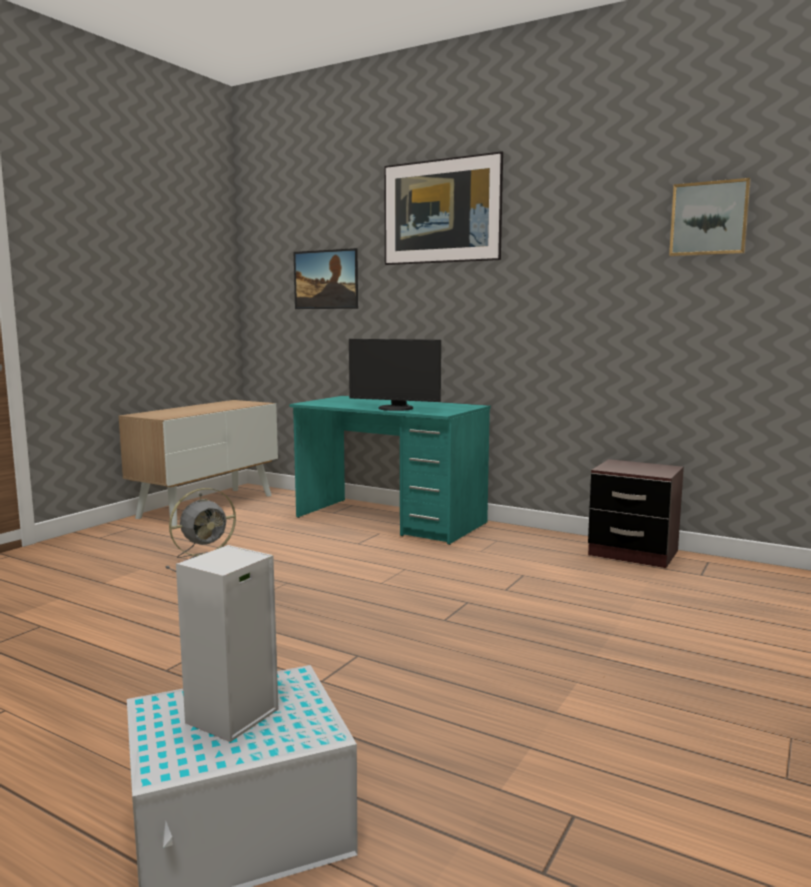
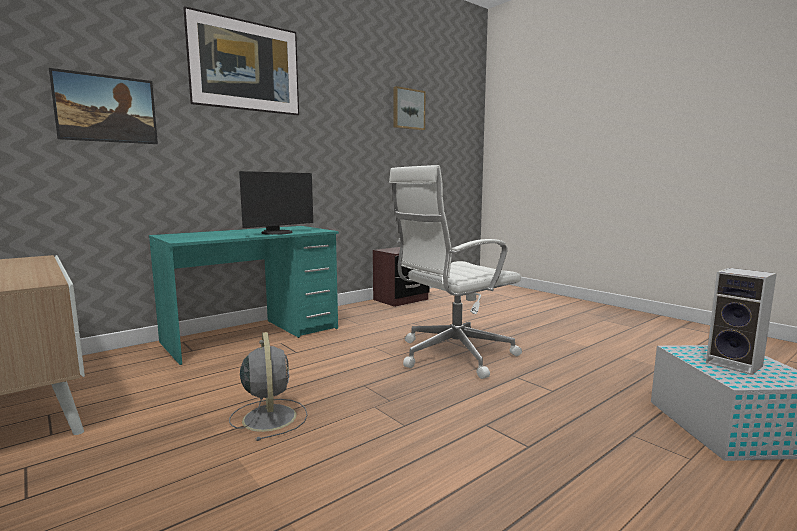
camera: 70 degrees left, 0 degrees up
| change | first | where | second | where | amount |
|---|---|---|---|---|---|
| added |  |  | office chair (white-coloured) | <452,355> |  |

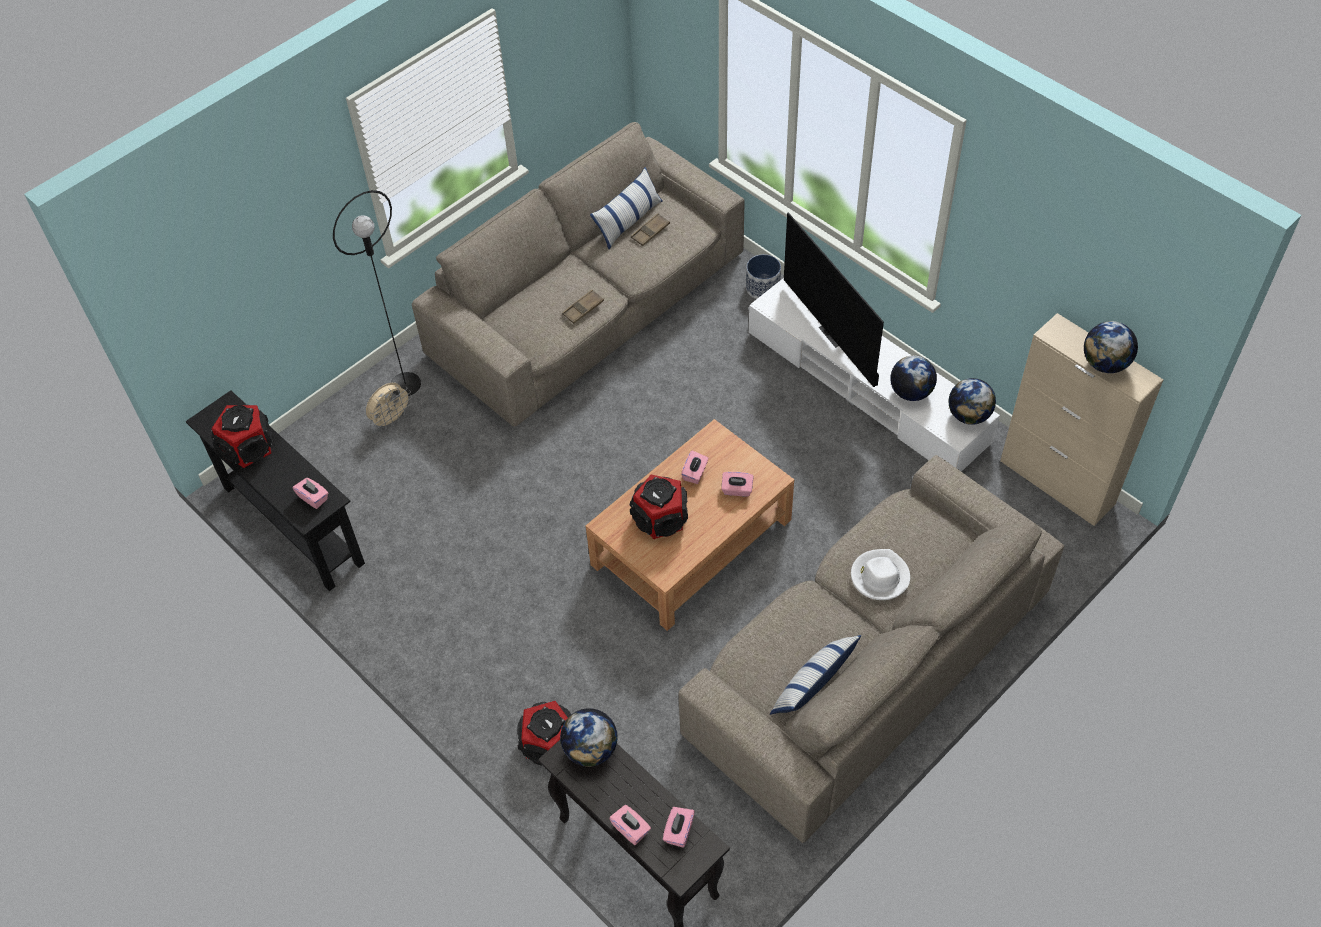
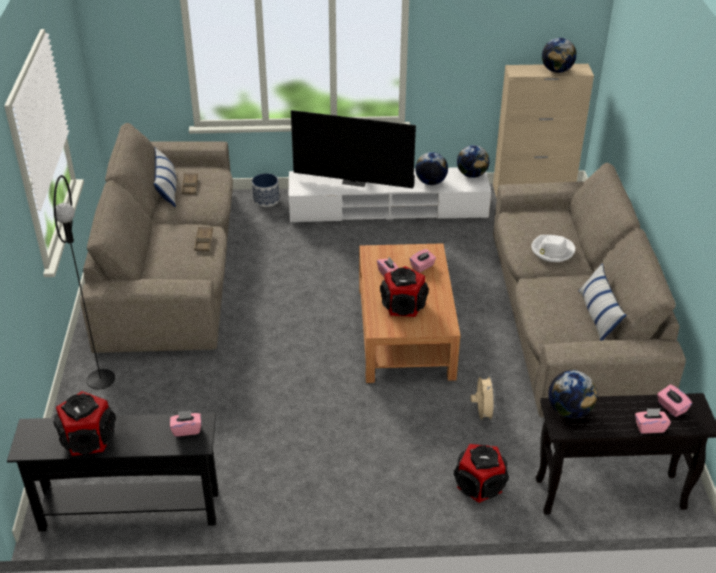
camera: 50 degrees left, 15 degrees down
| change | first | where | second | where | amount |
|---|---|---|---|---|---|
| moved | fan (sand-coloured) | <391,419> |  | <482,414> |  |

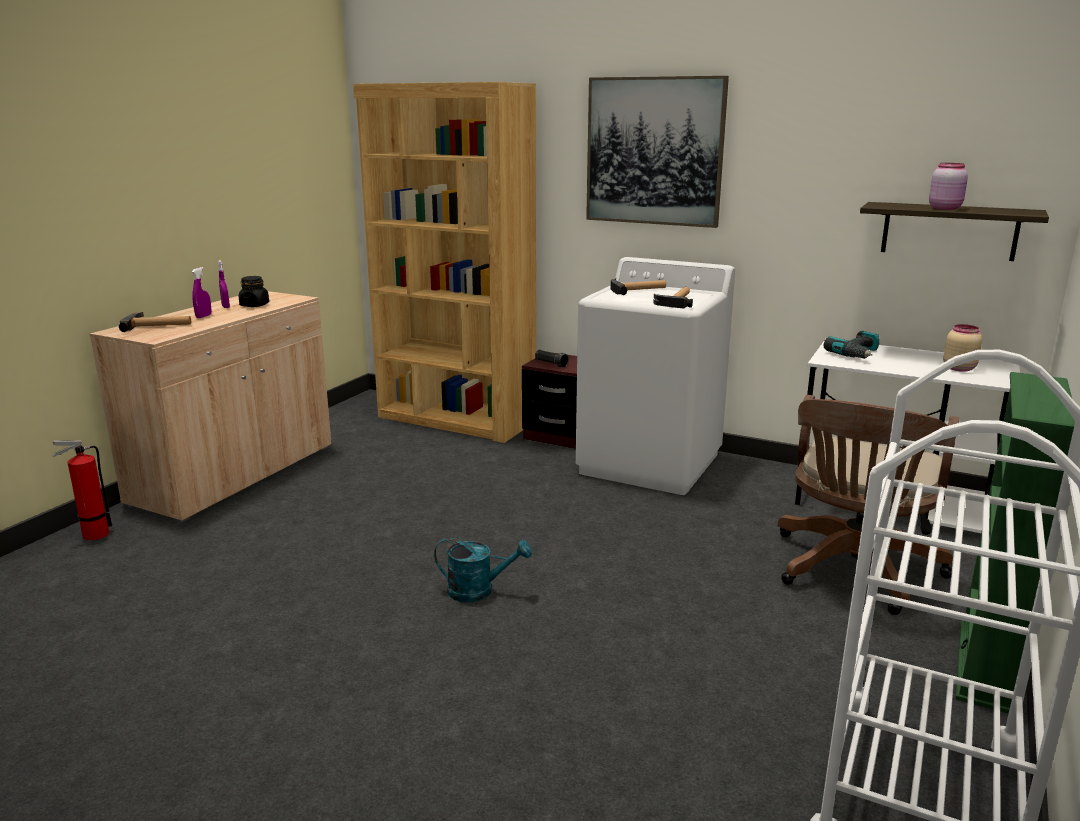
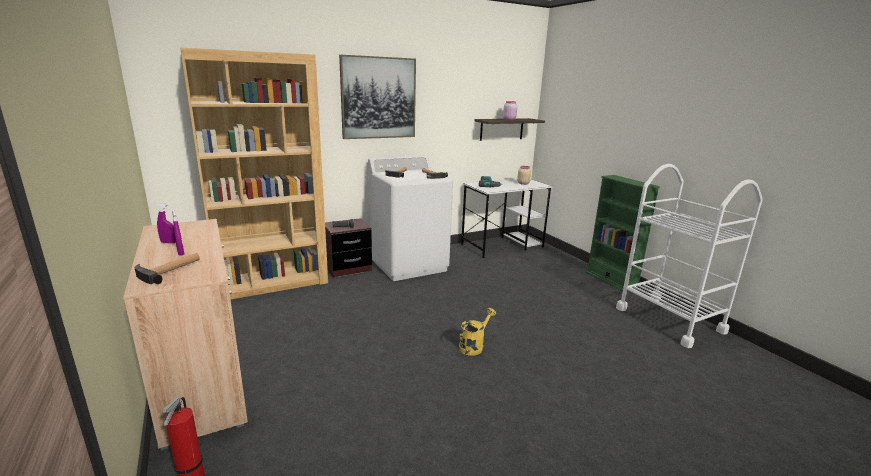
camera: 55 degrees left, 0 degrees up
| change | first | where | second | where | amount |
|---|---|---|---|---|---|
| removed | jar (blackish) | <254,305> |  |  |  |
| removed | office chair (brown-coloured) | <853,571> |  |  |  |
| recoloured | sprinkling can (turquoise-coloured) | <479,591> | sprinkling can (yellow) | <474,346> |  |

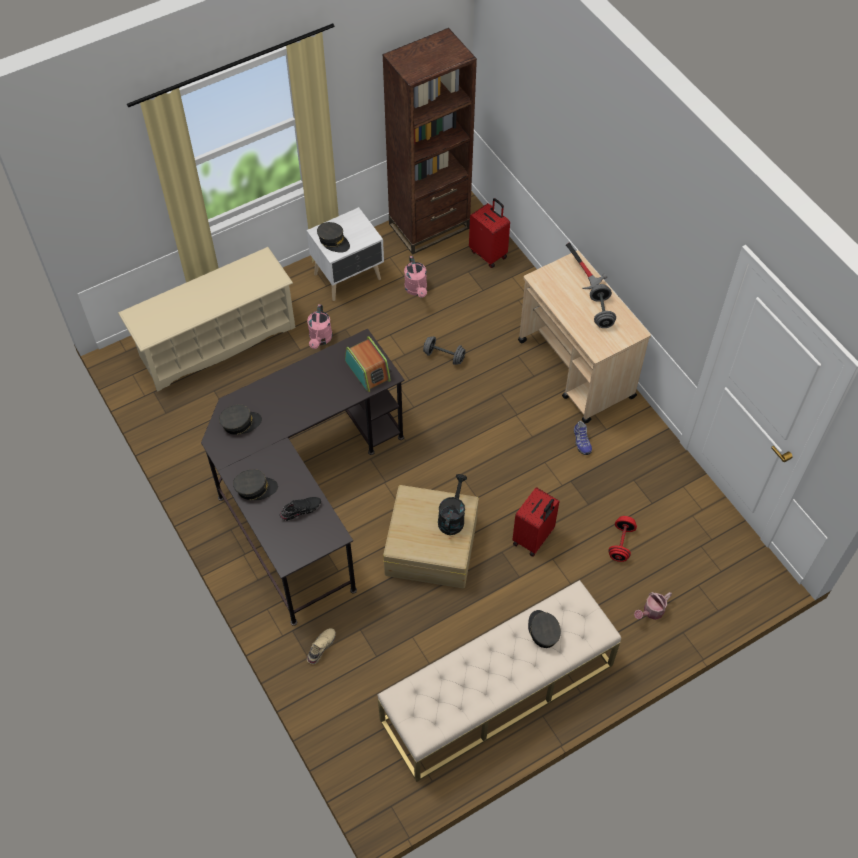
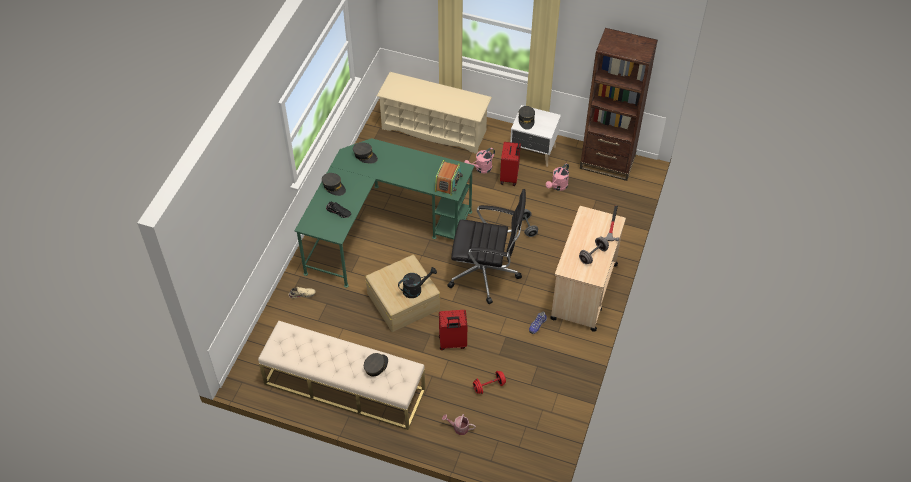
camera: 50 degrees right, 5 degrees down
| change | first | where | second | where | amount |
|---|---|---|---|---|---|
| added |  |  | office chair (blackish) | <486,273> |  |
| moved | suitcase (red-coloured) | <489,253> |  | <510,177> |  |
| recoloured | desk unit (blackish) | <304,494> | desk unit (green-coloured) | <381,227> |  |

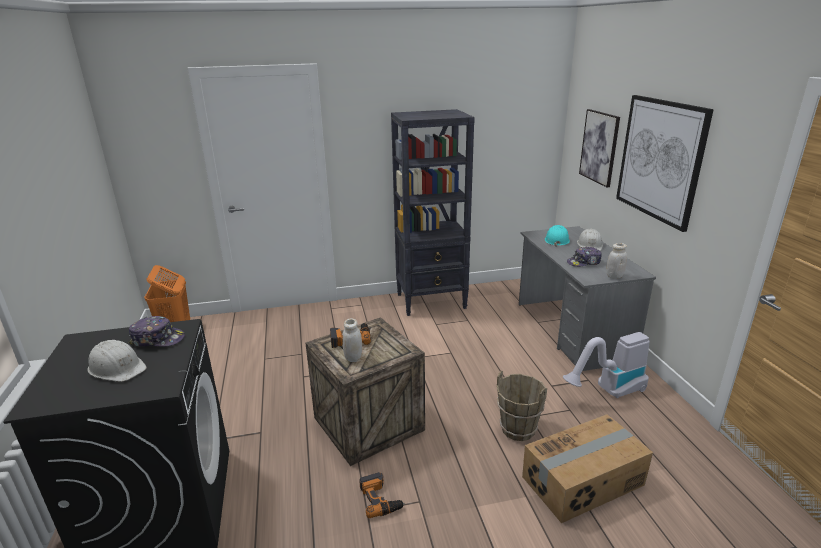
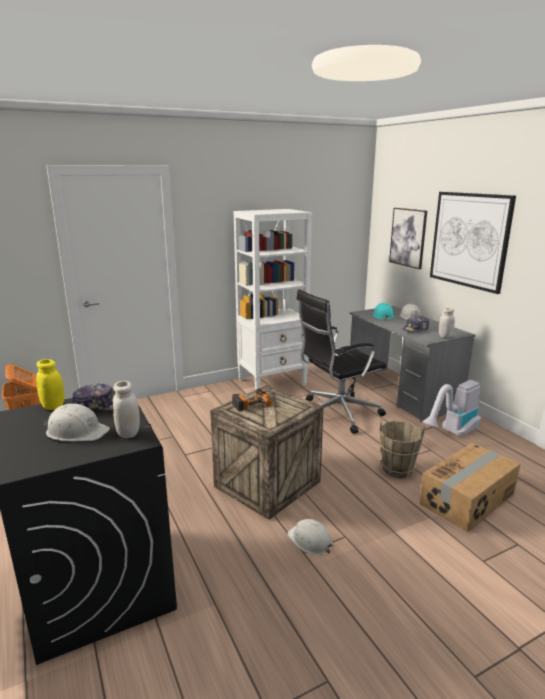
camera: 15 degrees left, 5 degrees down
| change | first | where | second | where | amount |
|---|---|---|---|---|---|
| added |  |  | jar (yellow) | <53,406> |  |
| added |  |  | office chair (blackish) | <337,413> |  |
| moved | jar (white-coloured) | <353,358> |  | <128,433> |  |
| replaced | electric drill | <380,499> | safety helmet (white-coloured) | <310,540> |  |
| recoloured | bookshelf (blackish) | <432,301> | bookshelf (white-coloured) | <273,382> |  |

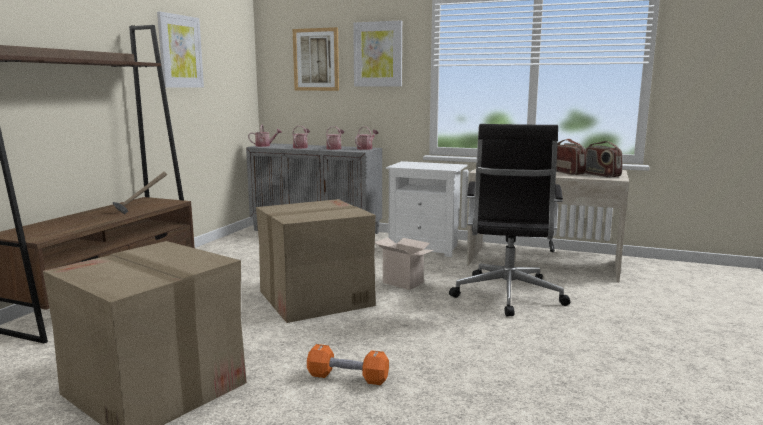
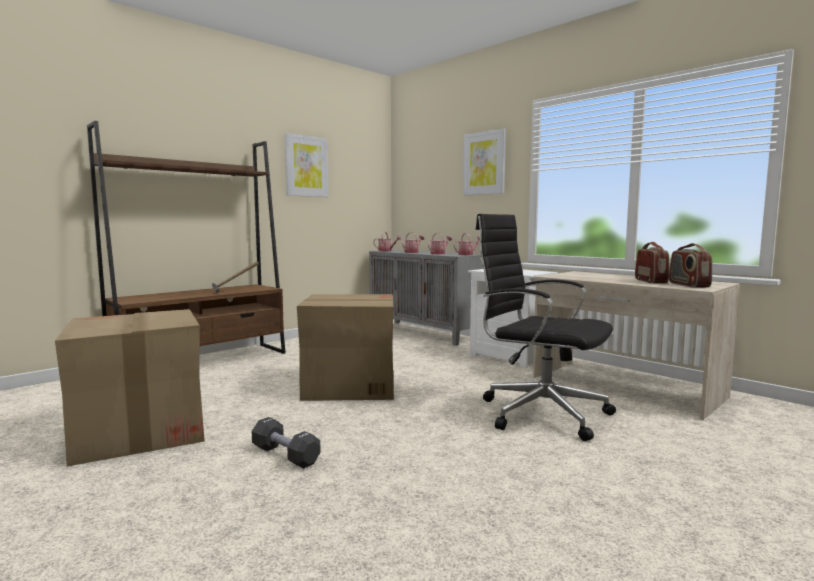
camera: 25 degrees right, 5 degrees down
| change | first | where | second | where | amount |
|---|---|---|---|---|---|
| removed | wall picture | <316,59> |  |  |  |
| removed | cardboard box | <404,283> |  |  |  |
| recoloured | dumbbell (orange-coloured) | <348,377> | dumbbell (blackish) | <285,455> |  |
| turned | office chair (blackish) | <507,296> |  | <540,412> | 90 degrees clockwise |

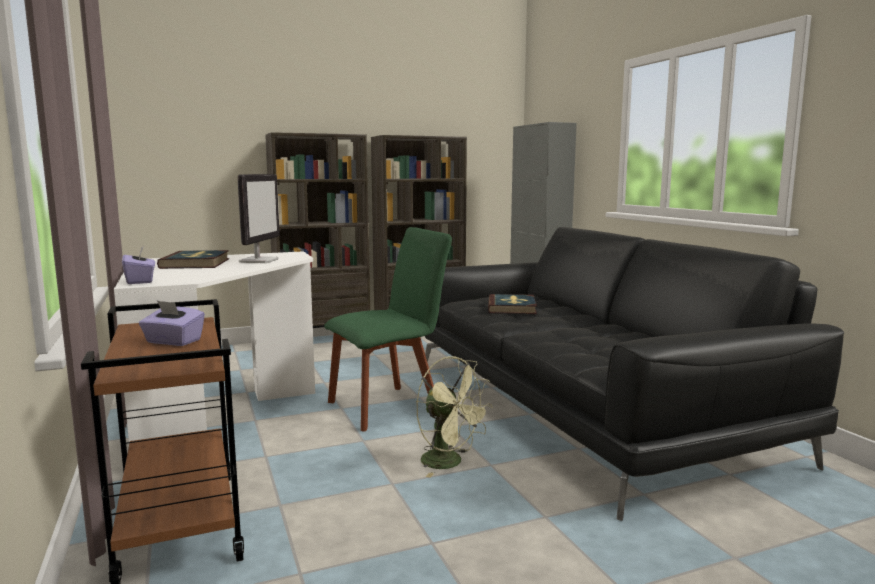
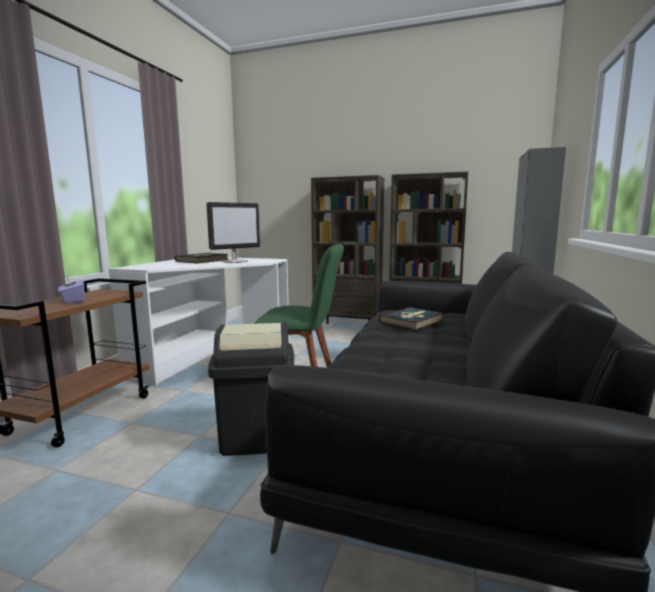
camera: 40 degrees right, 0 degrees up
| change | first | where | second | where | amount |
|---|---|---|---|---|---|
| removed | box of tissues (purple-coloured) | <140,281> |  |  |  |
| replaced | fan (green-coloured) | <450,463> | waste bin (blackish) | <257,436> |  |

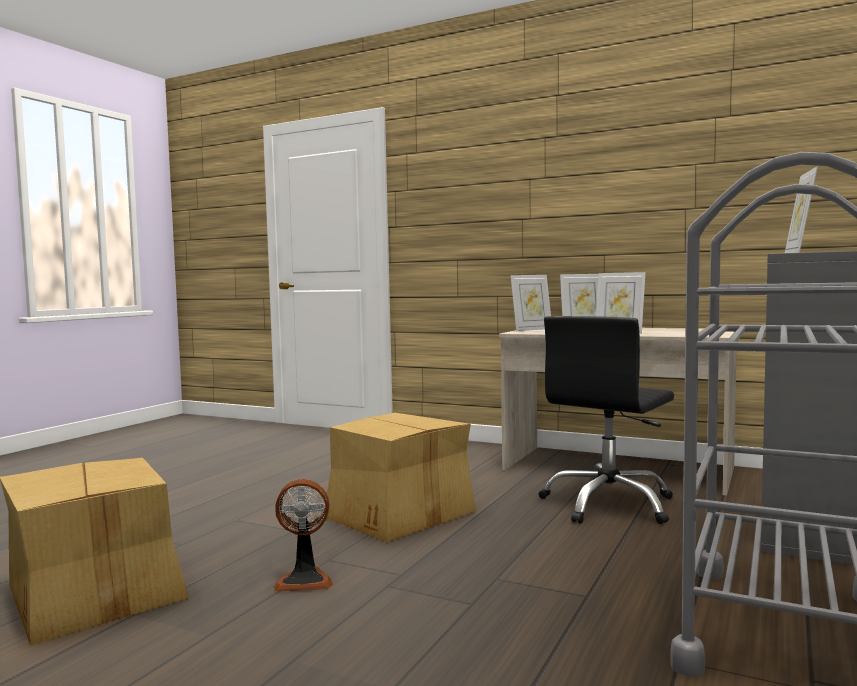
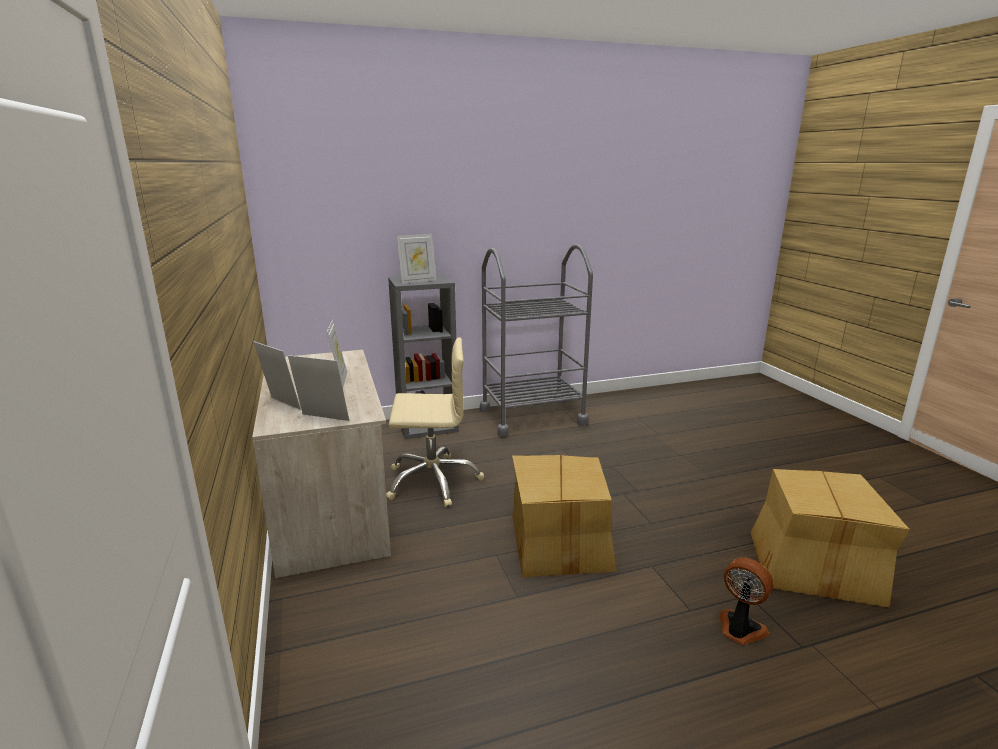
camera: 135 degrees left, 15 degrees up
| change | first | where | second | where | amount |
|---|---|---|---|---|---|
| moved | fan | <305,580> |  | <739,629> |  |
| recoloured | office chair (blackish) | <609,504> | office chair (sand-coloured) | <433,481> |  |

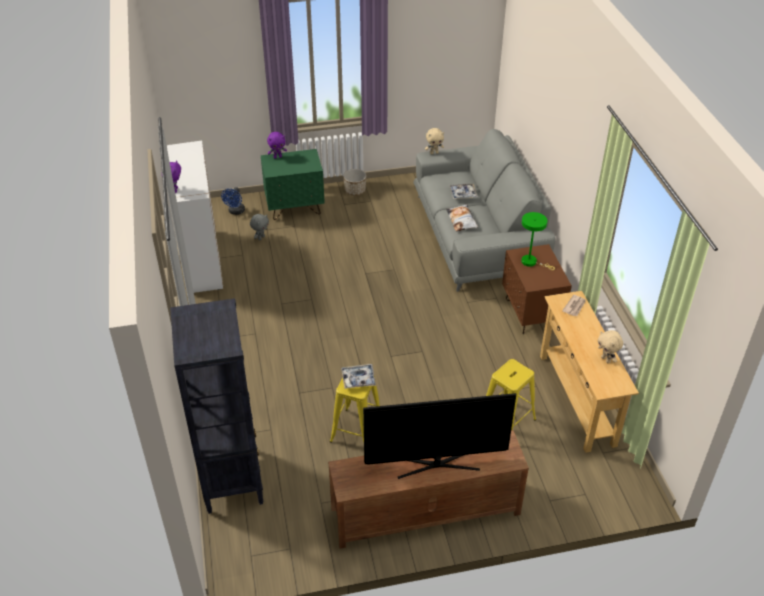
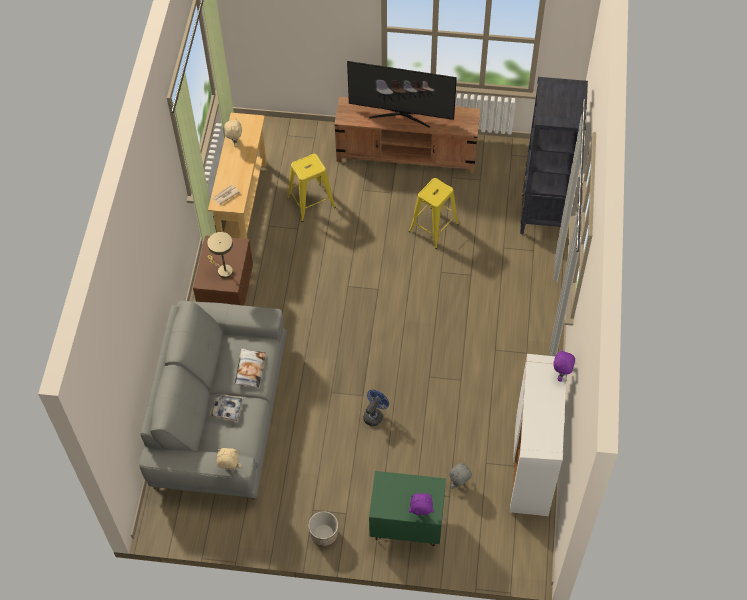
camera: 160 degrees left, 15 degrees up
| change | first | where | second | where | amount |
|---|---|---|---|---|---|
| removed | tray | <358,379> |  |  |  |
| moved | fan (blue-coloured) | <235,212> |  | <374,415> |  |
| recoloured | lamp for a table (green-coloured) | <531,262> | lamp for a table (sand-coloured) | <223,270> |  |

